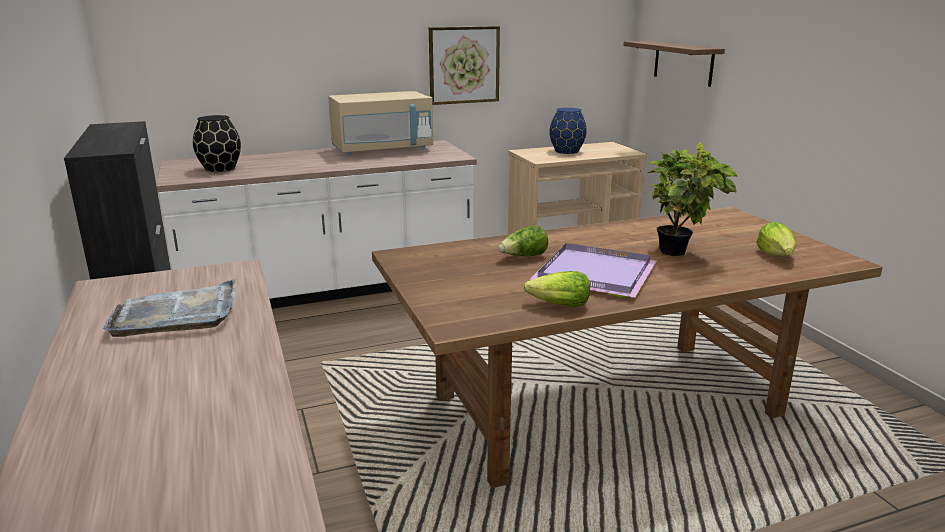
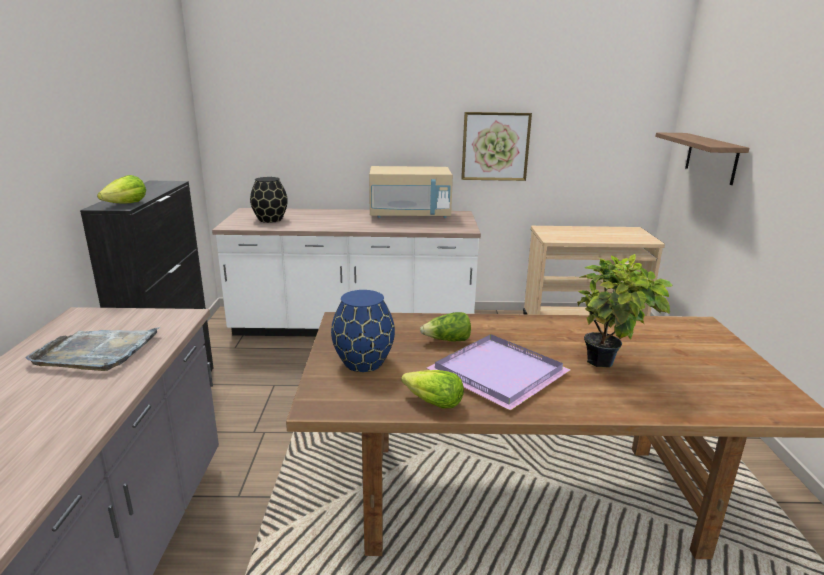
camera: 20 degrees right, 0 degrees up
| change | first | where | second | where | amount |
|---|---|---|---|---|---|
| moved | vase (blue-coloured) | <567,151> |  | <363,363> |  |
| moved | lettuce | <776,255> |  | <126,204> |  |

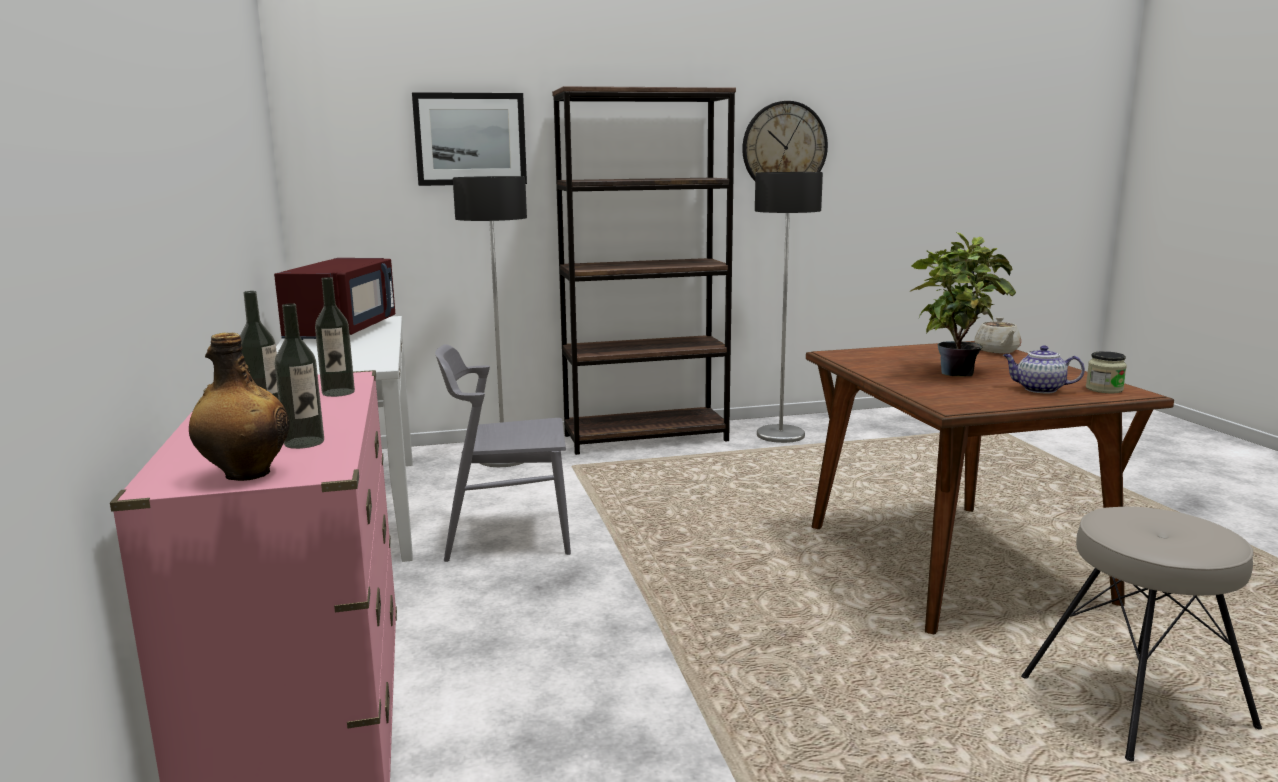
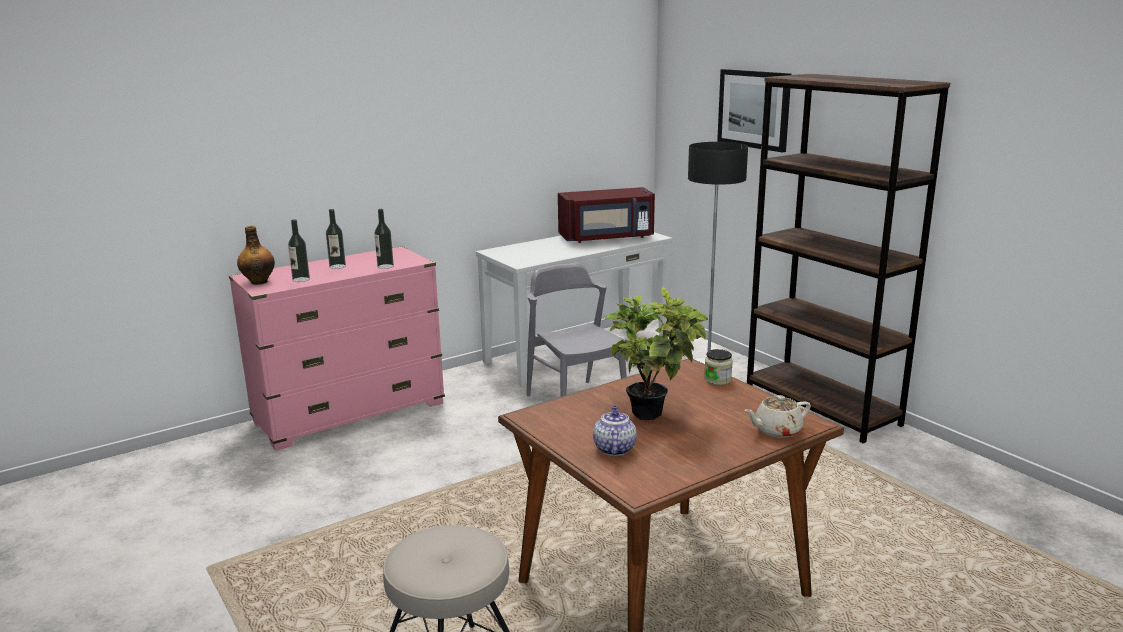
camera: 70 degrees right, 5 degrees up
| change | first | where | second | where | amount |
|---|---|---|---|---|---|
| removed | hanging clock | <784,147> |  |  |  |
| removed | floor lamp | <780,435> |  |  |  |
| moved | jar | <1104,389> |  | <717,380> |  |

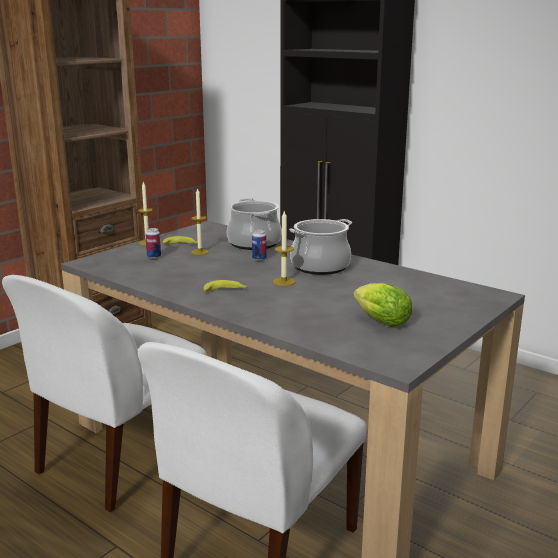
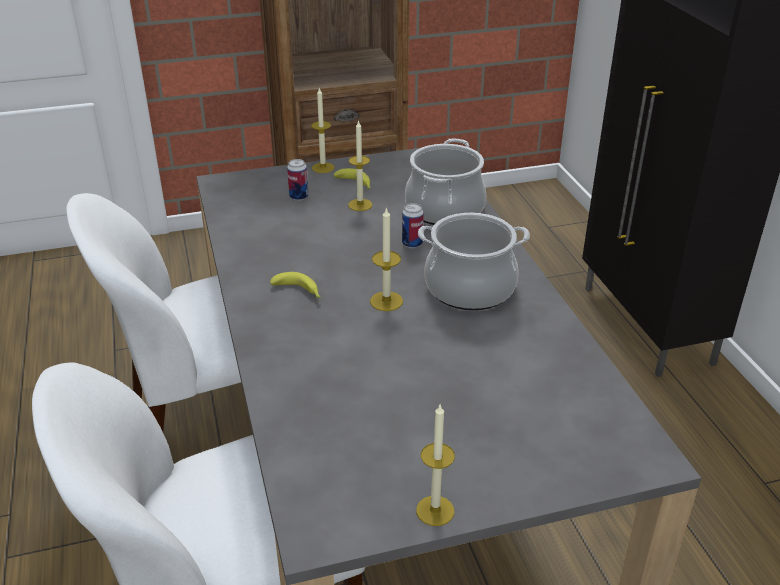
camera: 35 degrees right, 15 degrees up
| change | first | where | second | where | amount |
|---|---|---|---|---|---|
| removed | lettuce | <379,321> |  |  |  |
| added |  |  | candle | <435,510> |  |

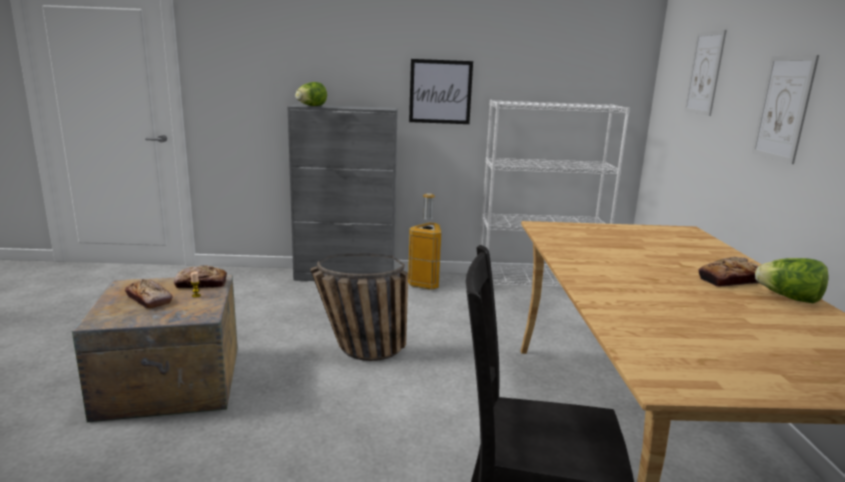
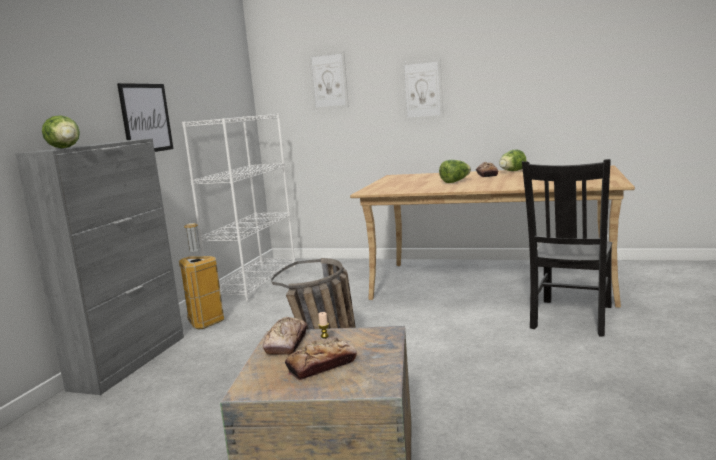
camera: 70 degrees left, 5 degrees down
| change | first | where | second | where | amount |
|---|---|---|---|---|---|
| added |  |  | lettuce | <455,181> |  |

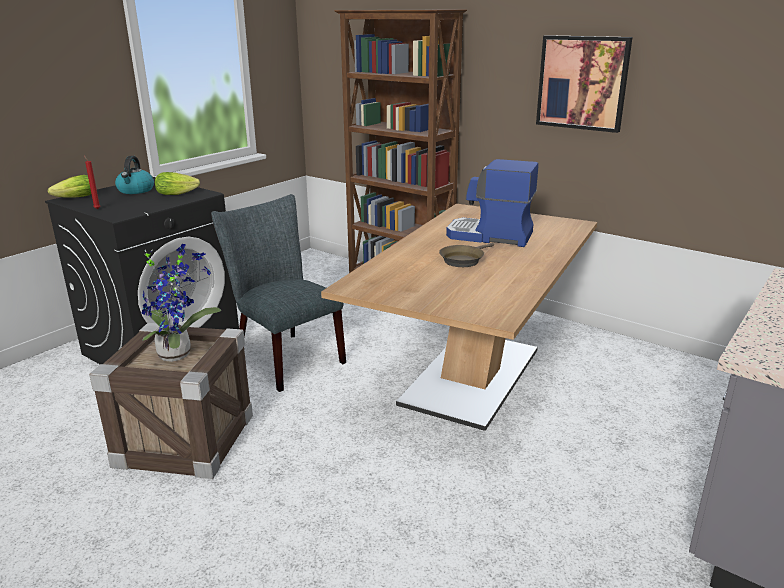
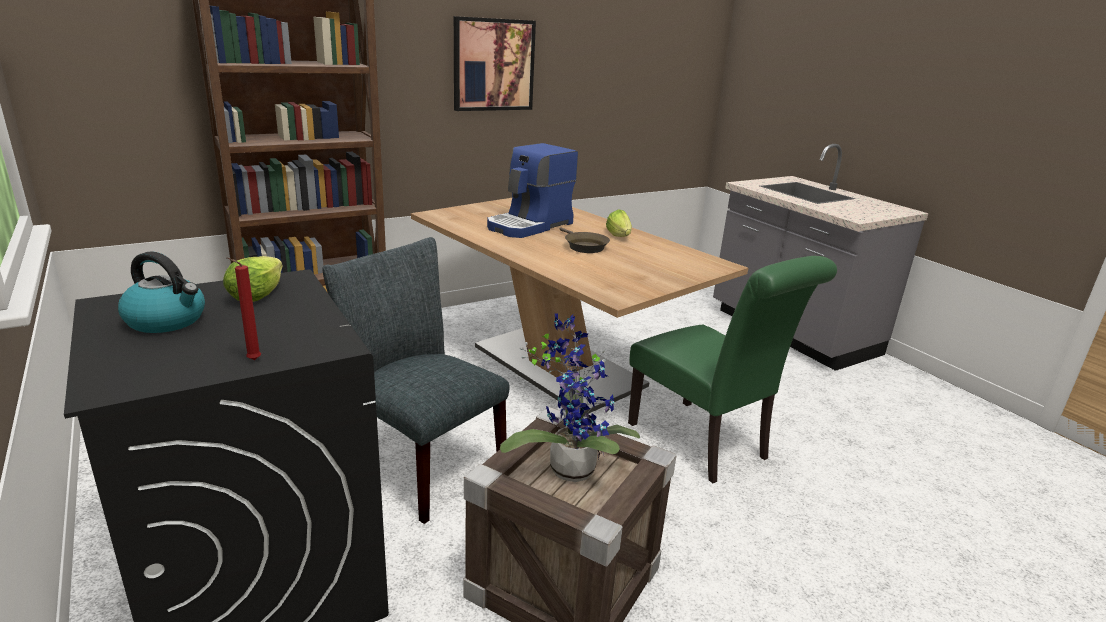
camera: 70 degrees left, 0 degrees up
| change | first | where | second | where | amount |
|---|---|---|---|---|---|
| added |  |  | chair (green-coloured) | <704,444> |  |
| moved | lettuce | <74,198> |  | <619,236> |  |
| turned | chair (gray) | <284,358> |  | <418,463> | 60 degrees clockwise |

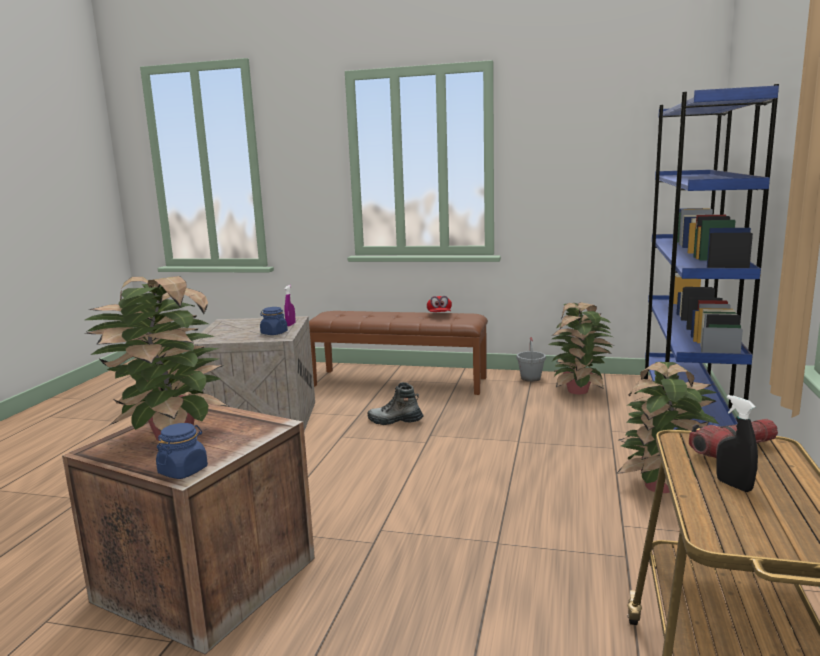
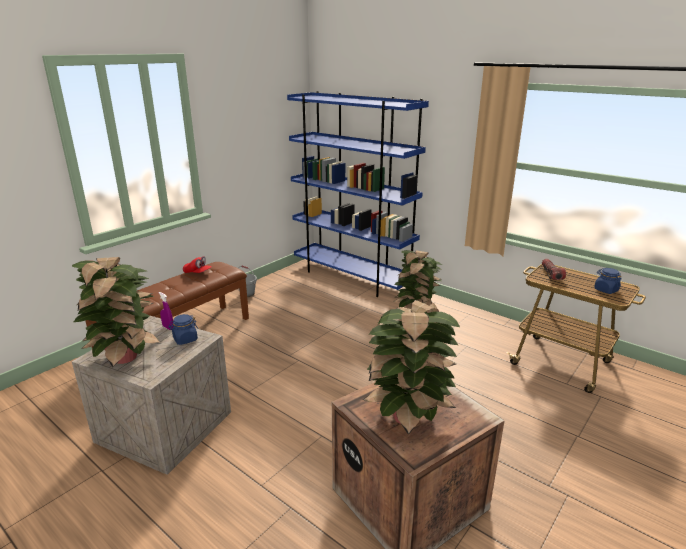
camera: 65 degrees left, 10 degrees up
| change | first | where | second | where | amount |
|---|---|---|---|---|---|
| removed | boot | <395,421> |  |  |  |
| removed | hand sprayer (blackish) | <734,485> |  |  |  |
| moved | jar (blue-coloured) | <183,471> |  | <605,290> |  |
| moved | potted plant | <579,390> |  | <125,355> |  |

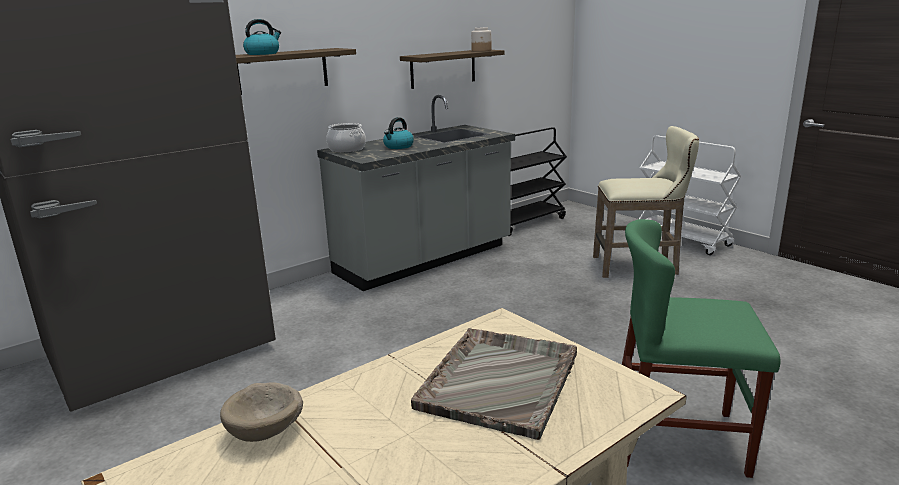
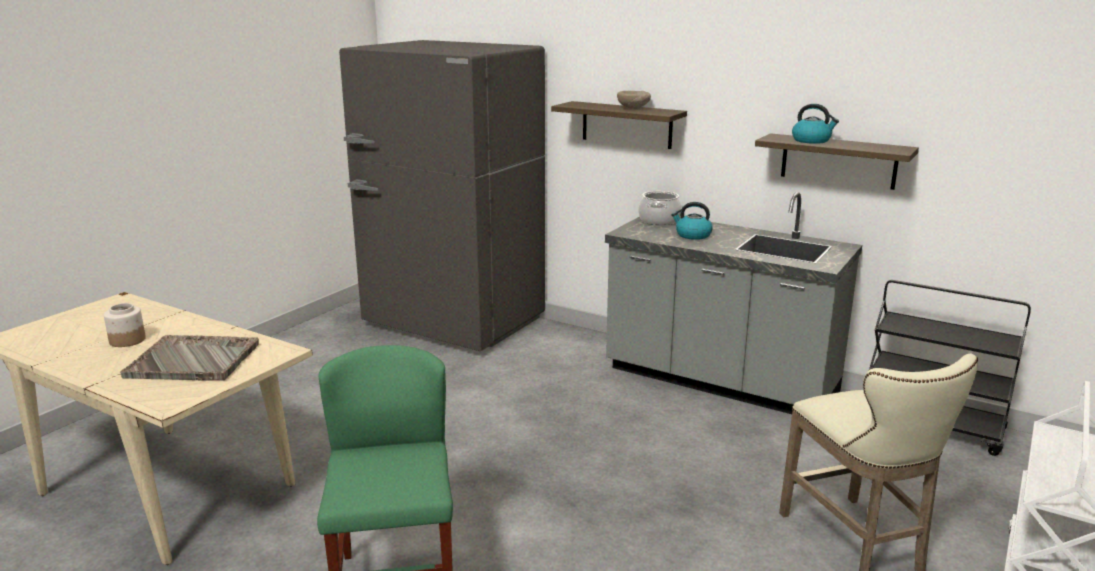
camera: 70 degrees right, 0 degrees up
| change | first | where | second | where | amount |
|---|---|---|---|---|---|
| moved | bowl (sand-coloured) | <267,432> |  | <634,108> |  |
| moved | water kettle | <263,53> |  | <812,140> |  |
| moved | jar | <481,50> |  | <127,340> |  |

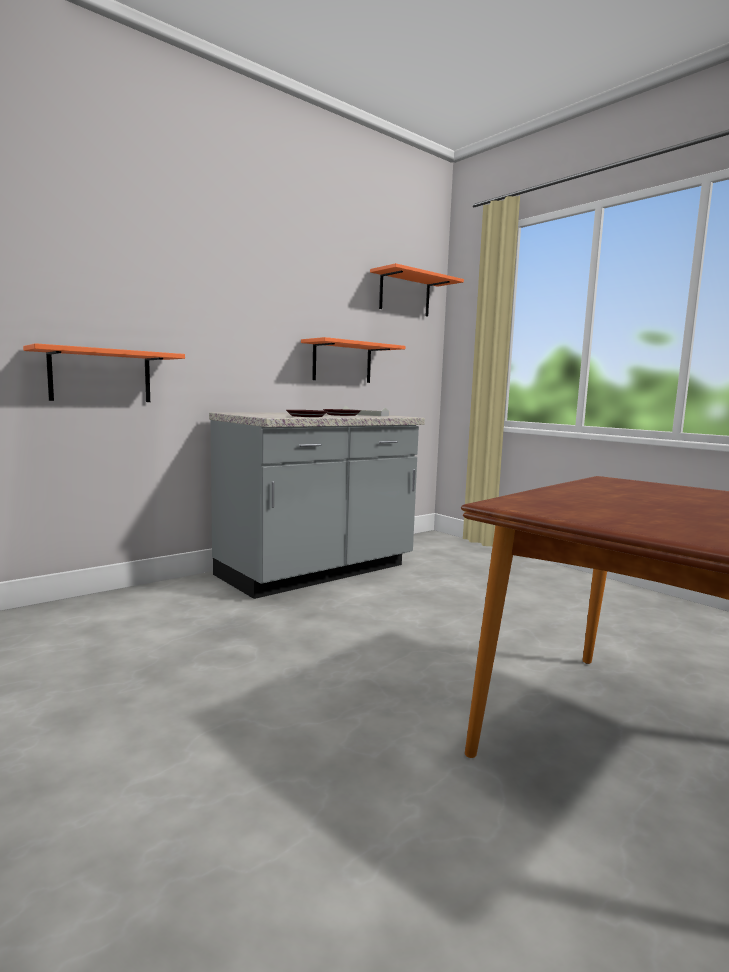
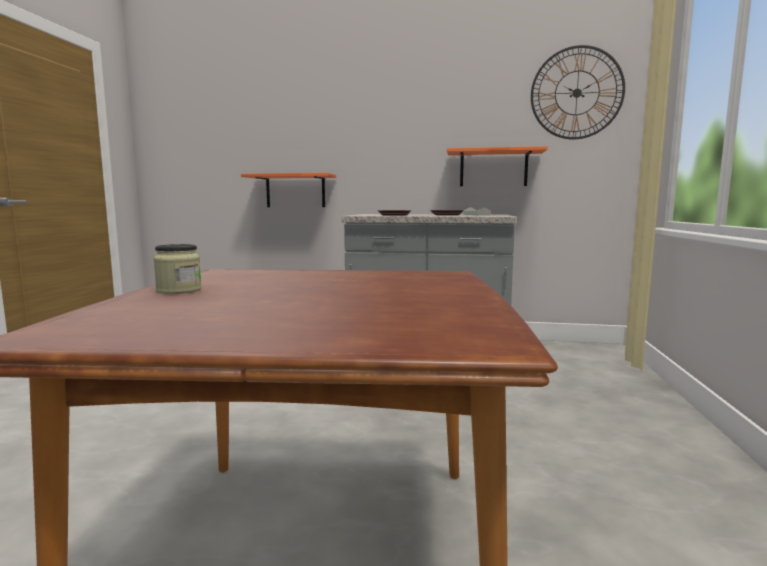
camera: 50 degrees right, 0 degrees up
| change | first | where | second | where | amount |
|---|---|---|---|---|---|
| added |  |  | jar | <179,290> |  |
| replaced | shelf (orange-coloured) | <404,294> | hanging clock | <577,93> |  |

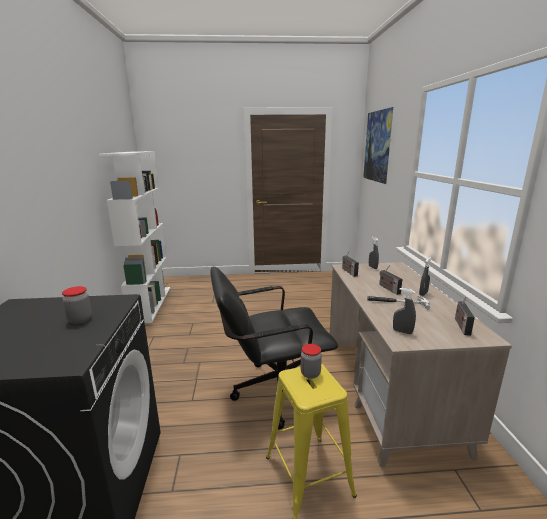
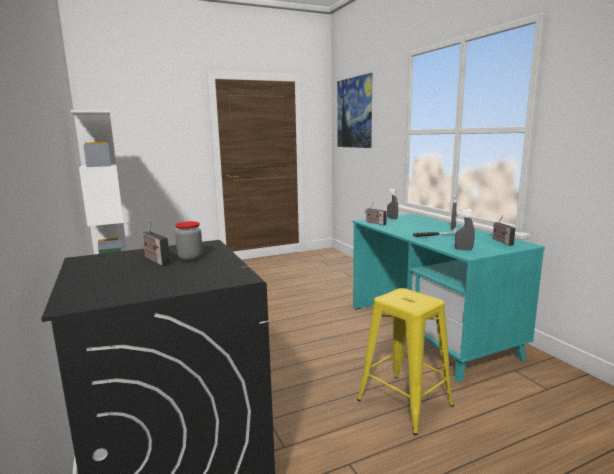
camera: 20 degrees left, 5 degrees down
| change | first | where | second | where | amount |
|---|---|---|---|---|---|
| removed | office chair (blackish) | <272,392> |  |  |  |
| removed | jar | <310,373> |  |  |  |
| moved | radio | <388,288> |  | <155,260> |  |
| recoloured | desk unit (sand-coloured) | <389,392> | desk unit (turquoise-coloured) | <430,332> |  |

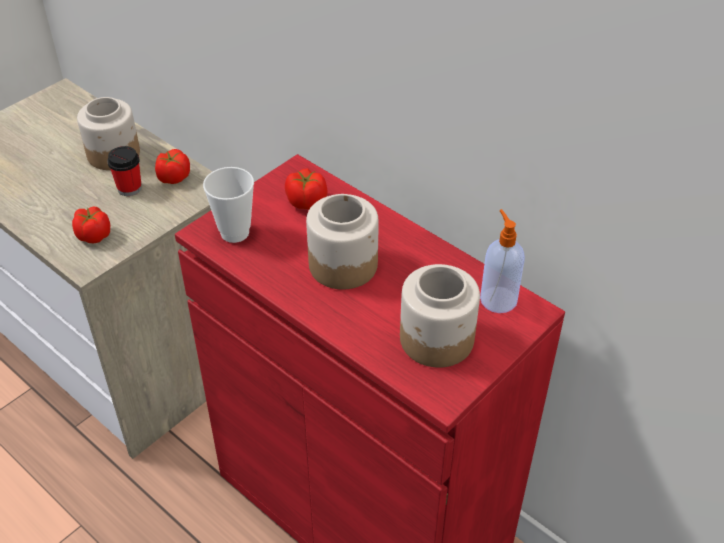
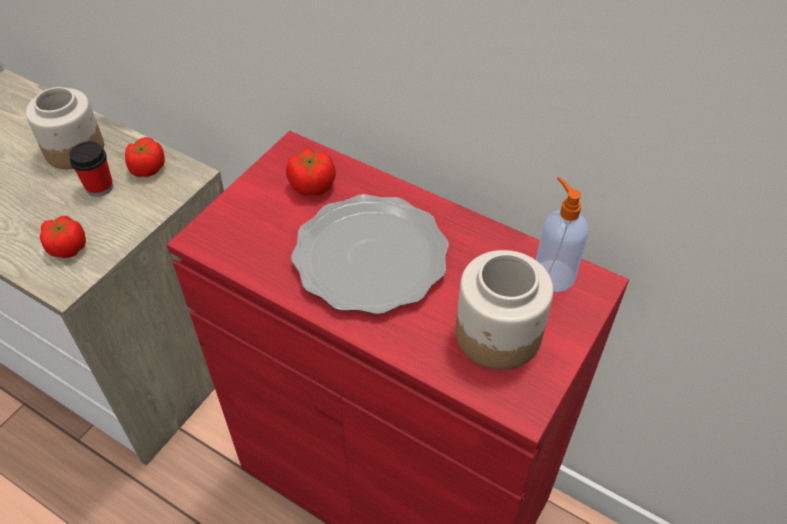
camera: 10 degrees left, 5 degrees up
| change | first | where | second | where | amount |
|---|---|---|---|---|---|
| removed | drinking cup | <235,233> |  |  |  |
| replaced | jar | <343,264> | dinner plate | <370,256> |  |

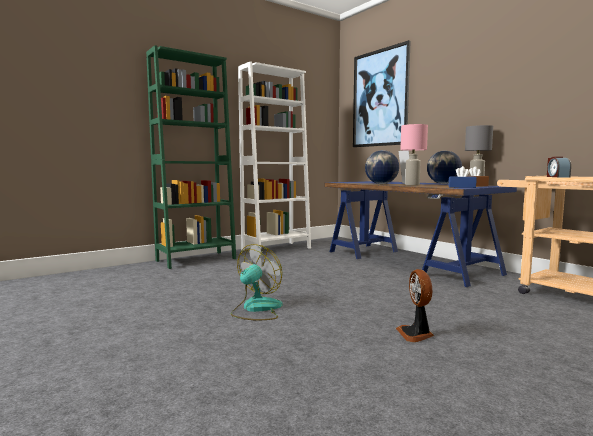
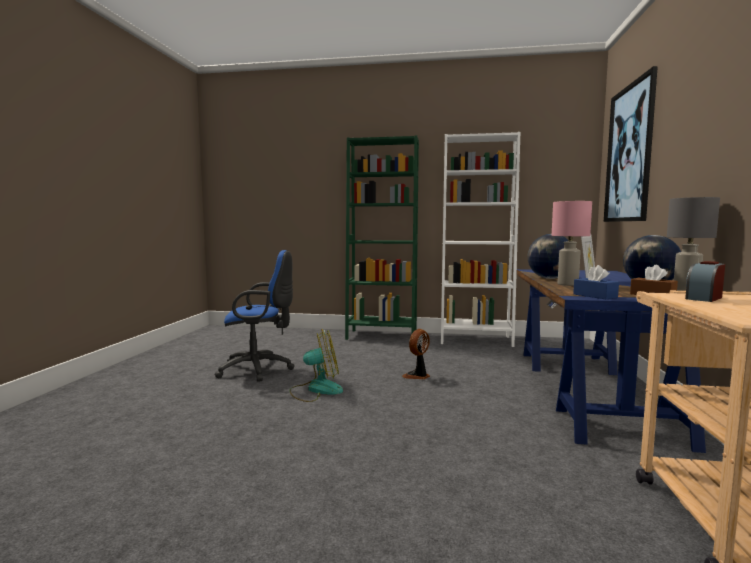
camera: 45 degrees right, 0 degrees up
| change | first | where | second | where | amount |
|---|---|---|---|---|---|
| added |  |  | office chair (blue-coloured) | <259,370> |  |
| moved | fan | <416,334> |  | <417,376> |  |

